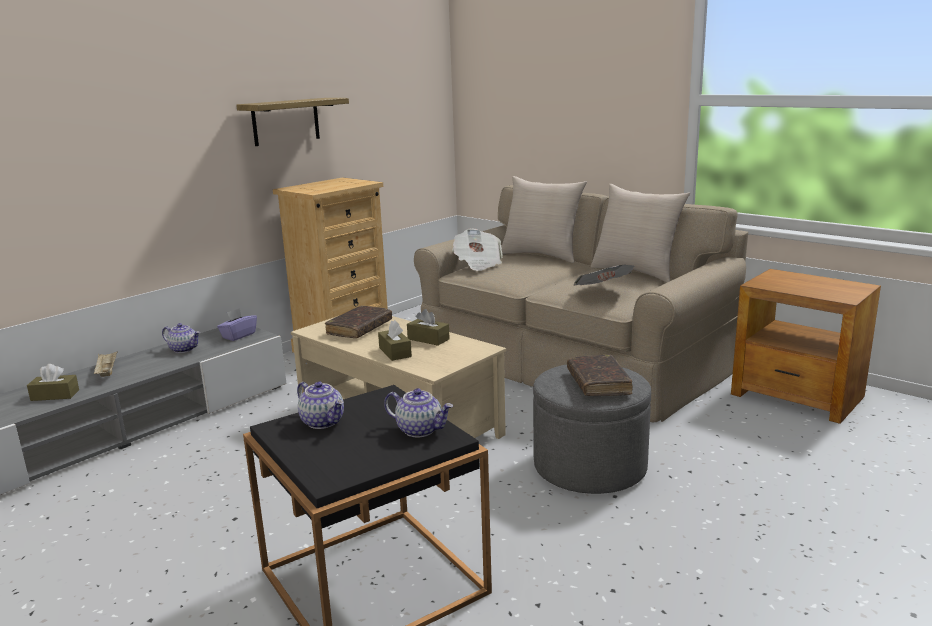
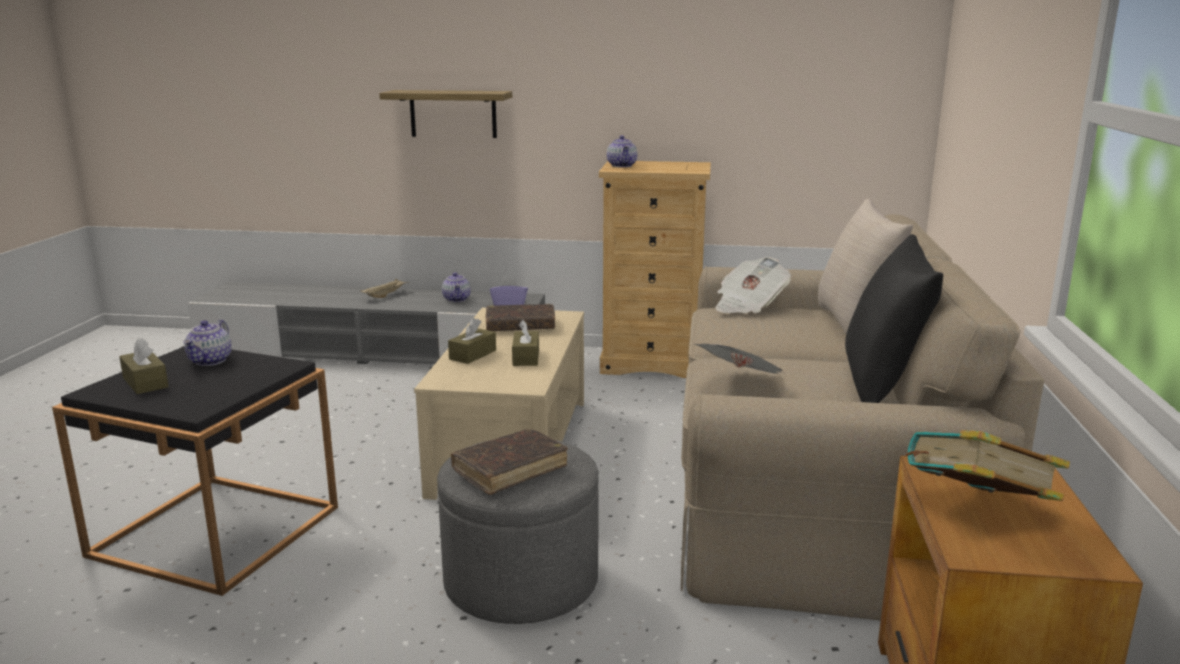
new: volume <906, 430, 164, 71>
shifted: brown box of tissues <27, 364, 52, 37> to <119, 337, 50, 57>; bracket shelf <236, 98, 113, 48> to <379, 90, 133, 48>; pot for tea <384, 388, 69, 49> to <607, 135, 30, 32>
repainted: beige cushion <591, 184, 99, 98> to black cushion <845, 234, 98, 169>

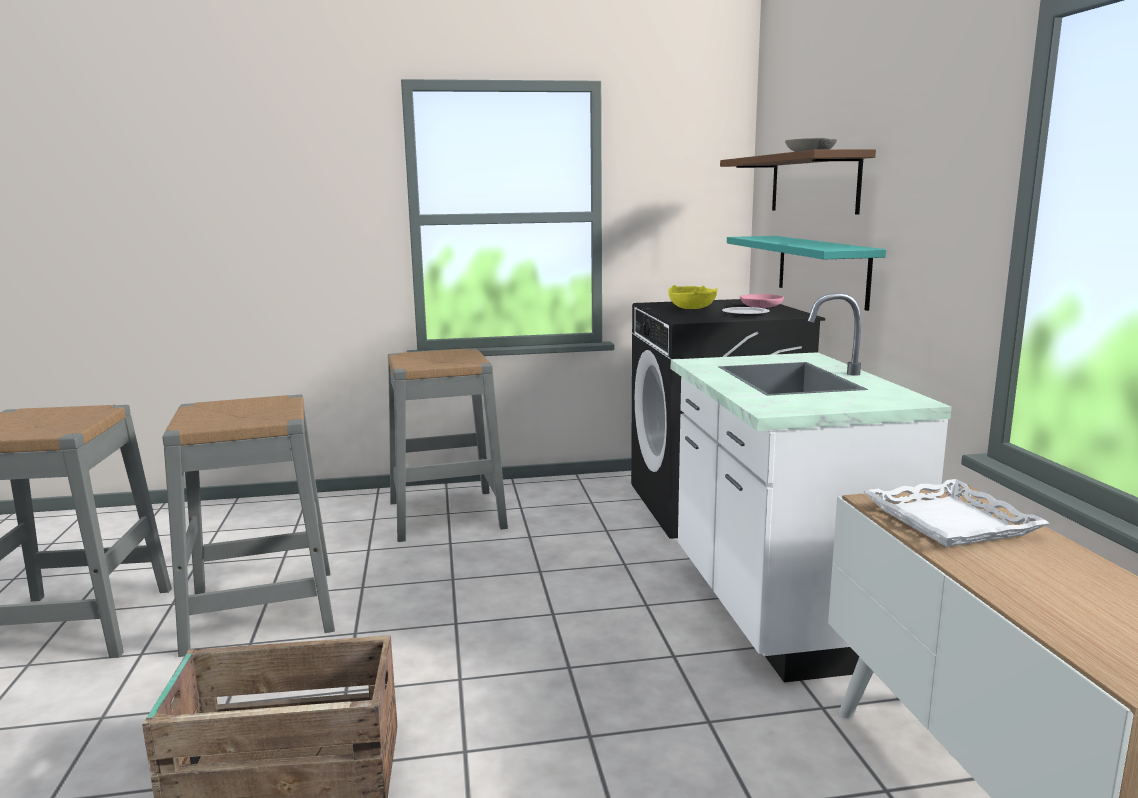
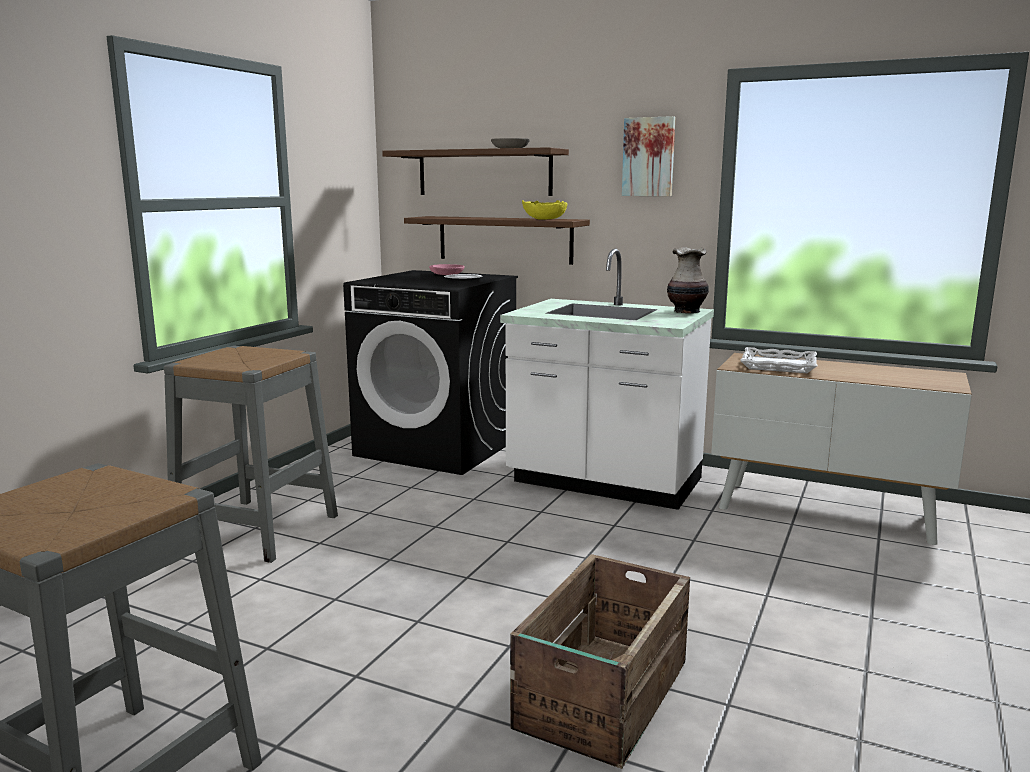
gone: greyish stool <162, 395, 173, 262>
new: wall picture <622, 116, 53, 80>; vase <667, 247, 42, 67>
shifted: yellowish bowl <668, 285, 49, 24> to <522, 200, 45, 20>
repainted: turquoise-coloured bracket shelf <727, 236, 159, 75> to brown bracket shelf <404, 216, 186, 49>

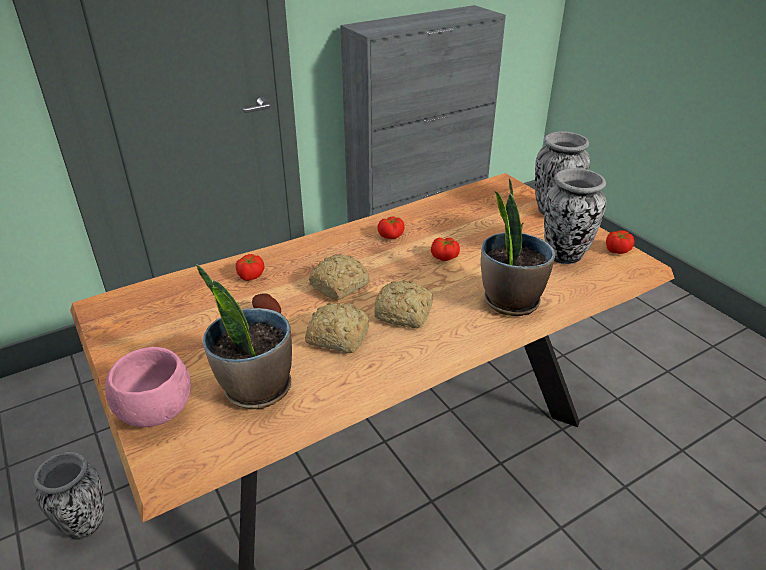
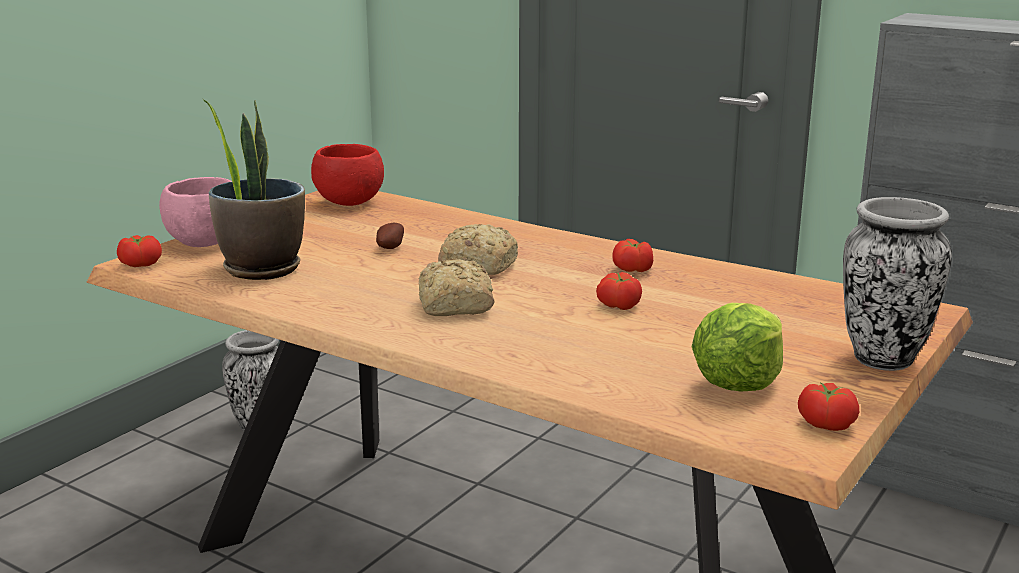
gone: bread <305, 303, 64, 50>; potted plant <481, 178, 74, 138>
new: reddish bowl <311, 144, 73, 62>
shifted: whole tomato <236, 254, 28, 27> to <117, 235, 45, 32>
swapped: vase <544, 168, 63, 96> to head of lettuce <692, 303, 91, 88>

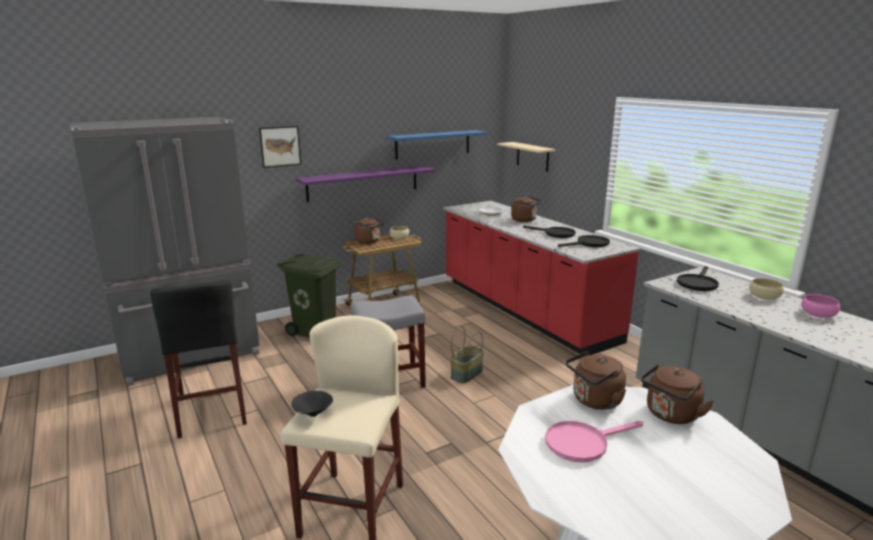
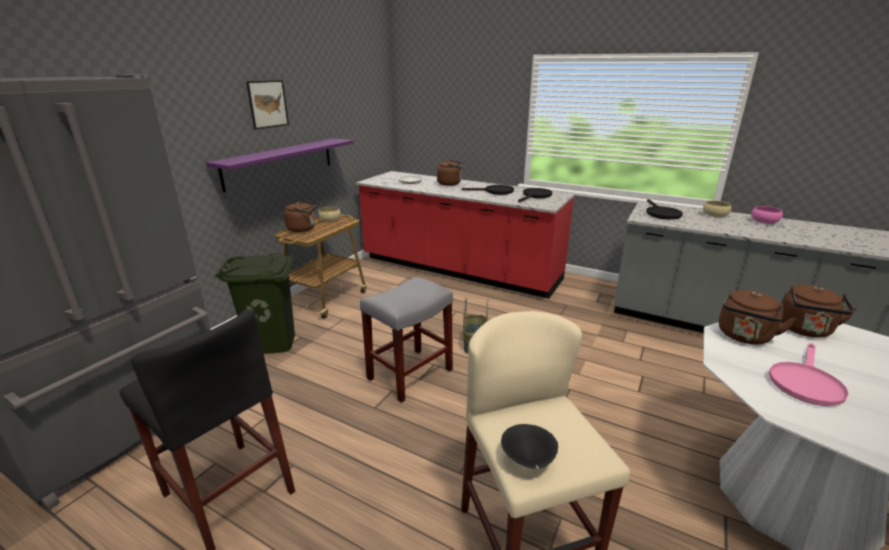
gone: bluish bracket shelf <387, 130, 100, 30>; beige bracket shelf <498, 142, 57, 30>
shifted: wall picture <259, 126, 42, 42> to <246, 80, 43, 50>

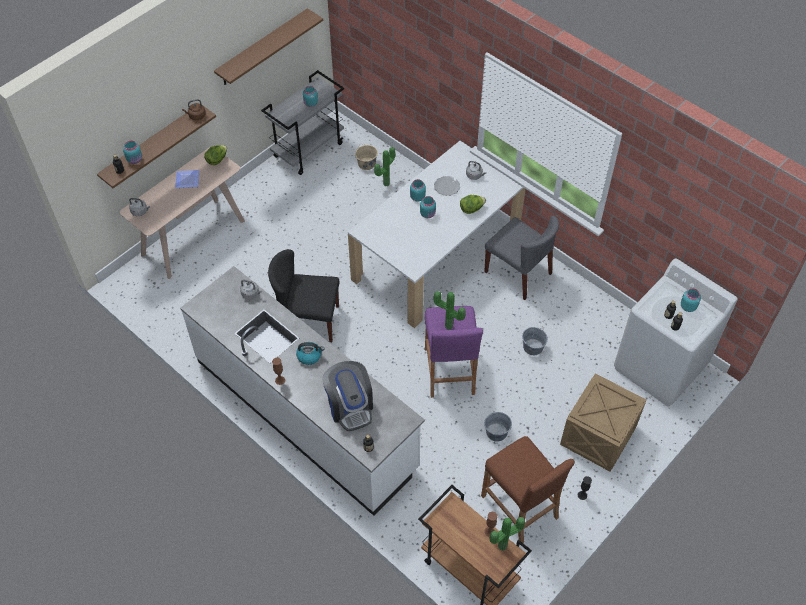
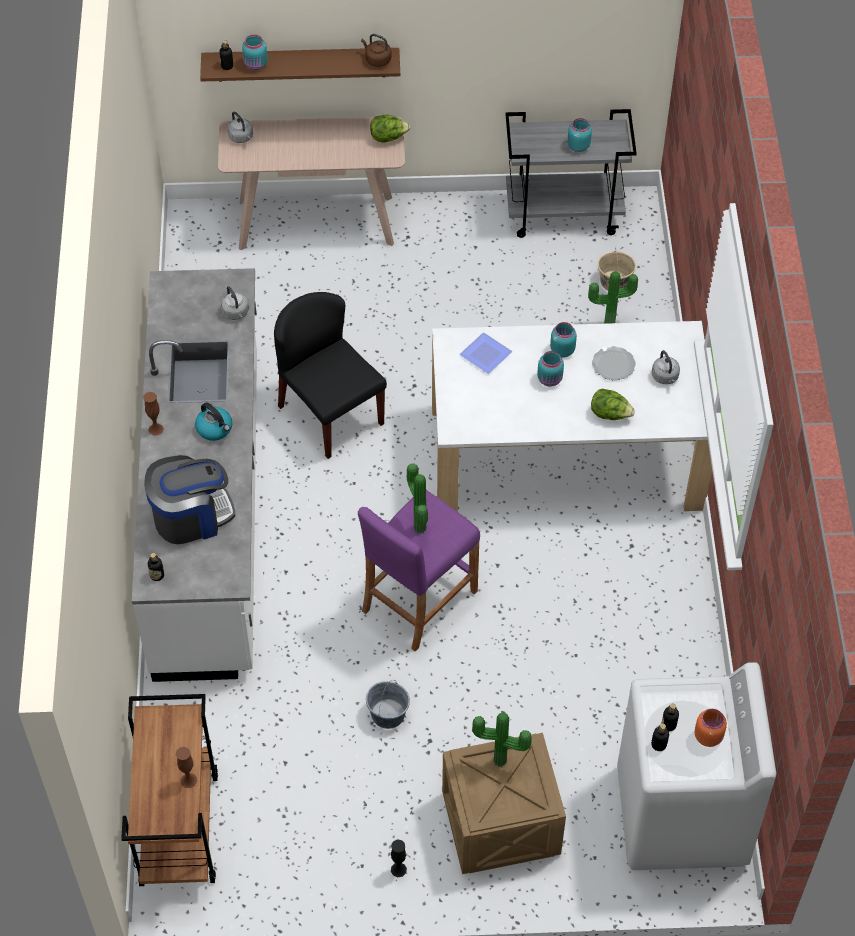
gone: brown bracket shelf <214, 8, 109, 77>; brown stool <481, 436, 94, 107>; greyish plain chair <484, 216, 75, 84>; greyish water bucket <522, 327, 26, 28>
shifted: dinner plate <175, 170, 24, 18> to <459, 332, 53, 42>; potted plant <489, 517, 36, 34> to <472, 712, 60, 55>
repainted: turquoise-coloured jar <681, 288, 20, 24> to orange-coloured jar <695, 709, 32, 38>
rotated: coffee maker <322, 361, 51, 70> = <144, 455, 91, 89> 135 degrees counterclockwise

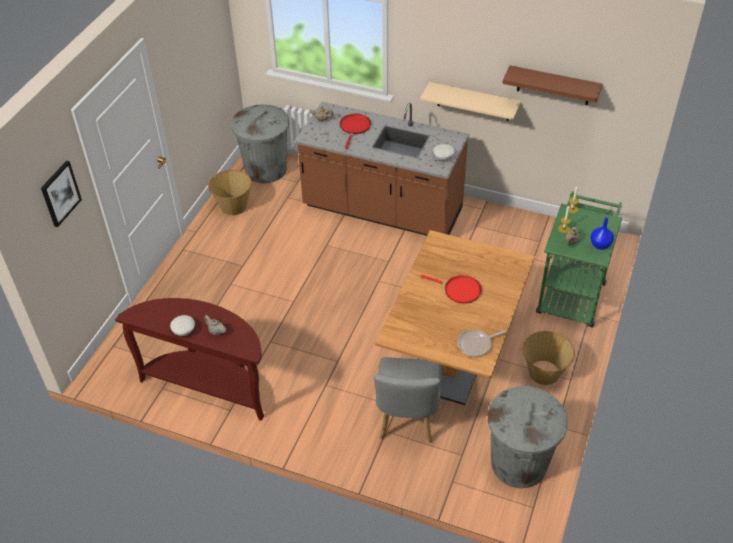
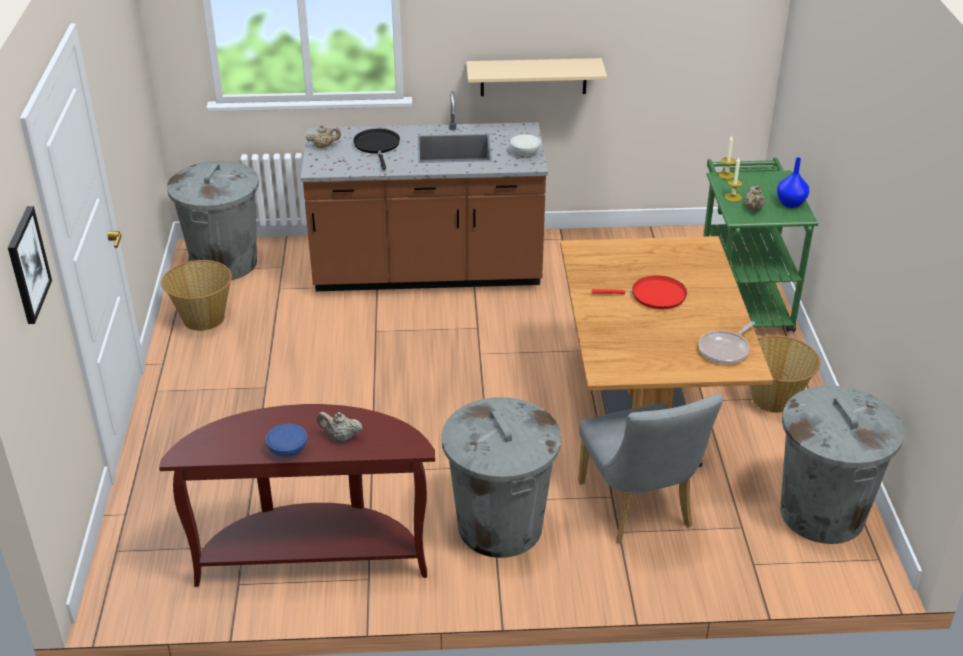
gone: brown bracket shelf <502, 65, 101, 40>
new: greyish waste bin <442, 397, 119, 161>
repainted: white bowl <170, 315, 25, 21> to bluish bowl <266, 424, 41, 33>; reddish skillet <340, 114, 31, 34> to black skillet <353, 128, 47, 42>

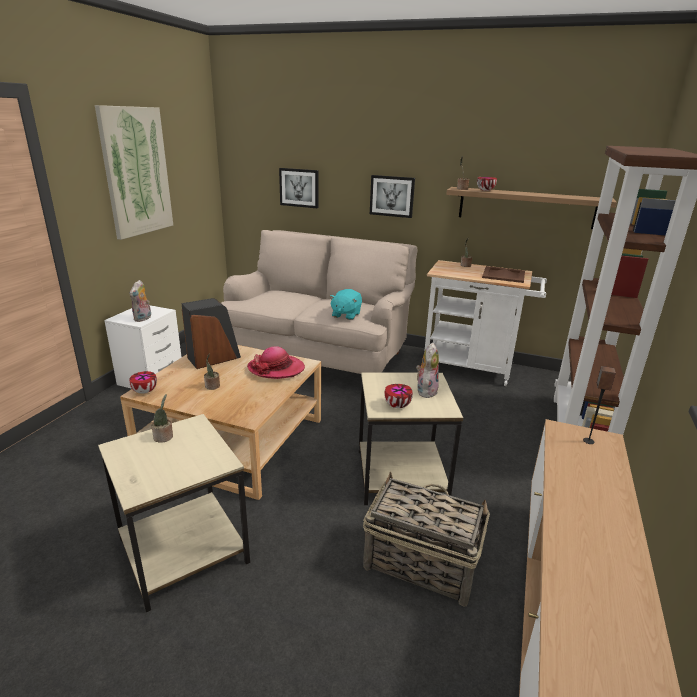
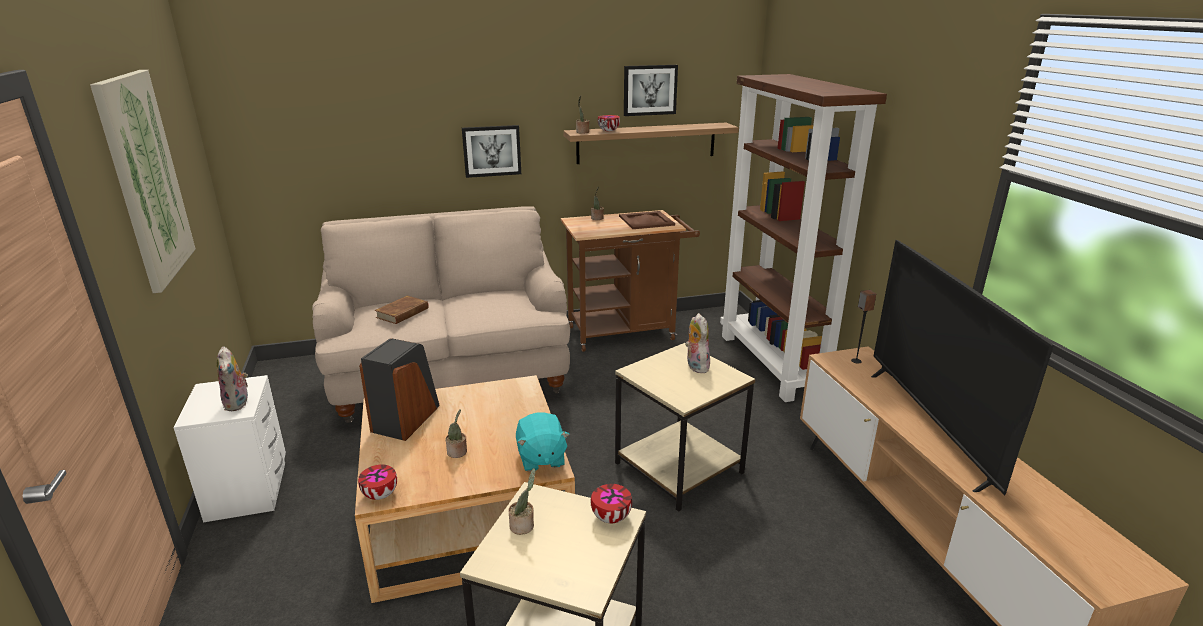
gone: clothing hat <247, 346, 58, 33>; basket <363, 471, 127, 136>
new: brown volume <374, 296, 55, 28>; television <871, 240, 183, 255>
shifted: turquoise-coloured cuddly toy <329, 289, 33, 31> to <516, 412, 54, 60>; bowl <384, 384, 29, 24> to <591, 484, 41, 40>; wall picture <279, 168, 40, 40> to <624, 65, 54, 51>
repainted: white trolley <424, 260, 123, 126> to brown trolley <561, 210, 139, 142>

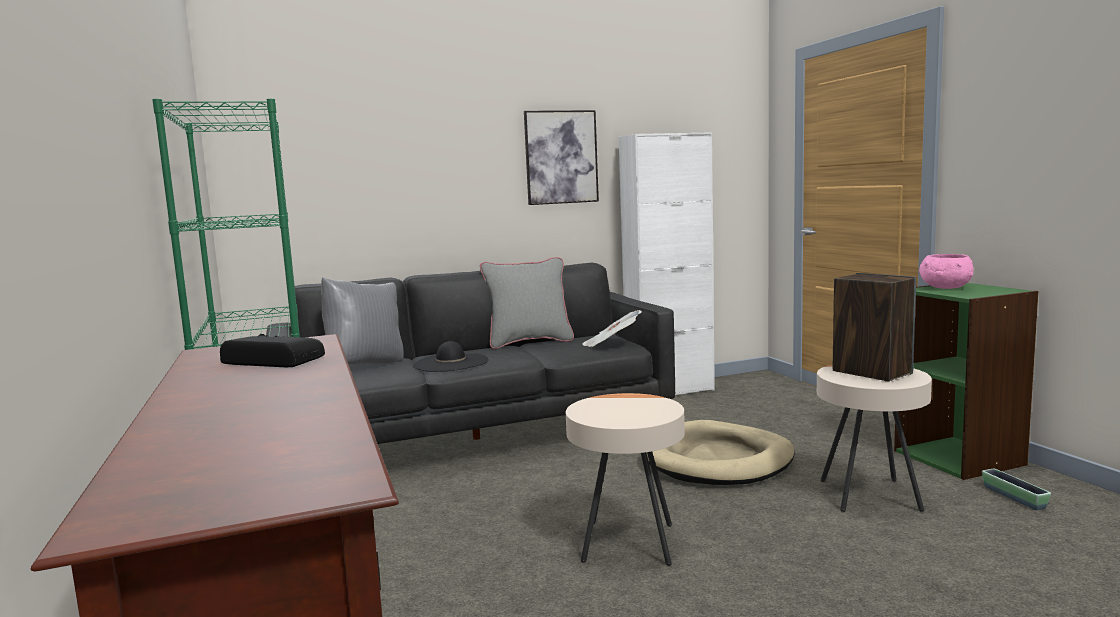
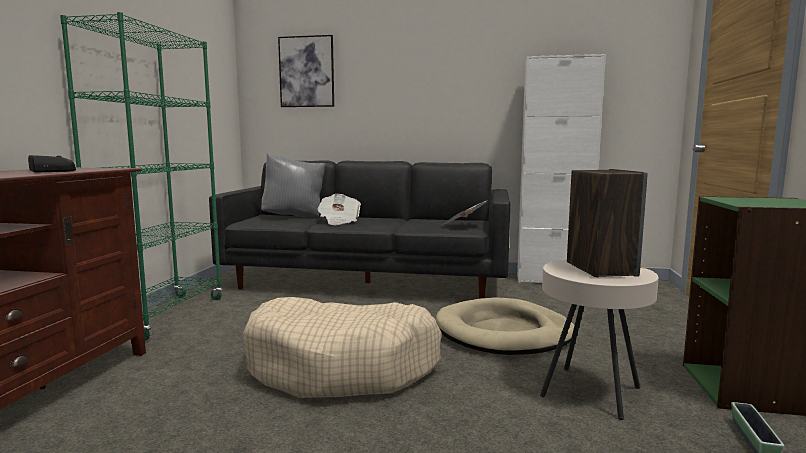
gone: greyish cushion <480, 257, 94, 92>; pinkish bowl <919, 254, 55, 35>
shifted: wall picture <524, 110, 75, 95> to <278, 35, 56, 72>
swapped: beige accent table <566, 393, 119, 173> to beige dog cushion <243, 297, 199, 101>; black clothing hat <413, 341, 76, 31> to daily paper <317, 194, 44, 31>

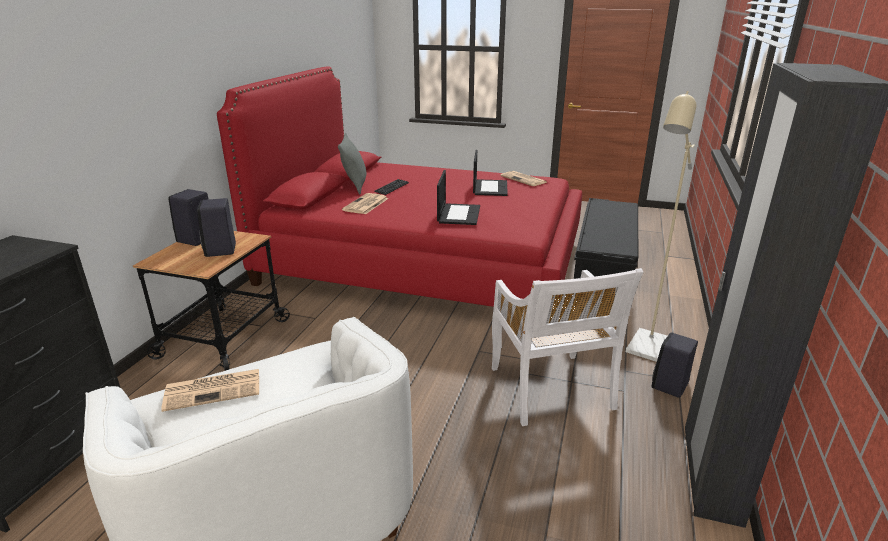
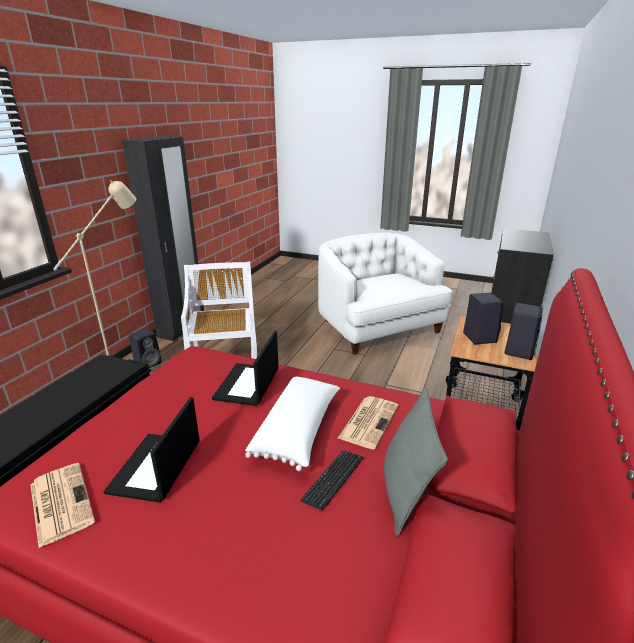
gone: daily paper <161, 369, 98, 43>
new: white cushion <245, 377, 95, 94>

